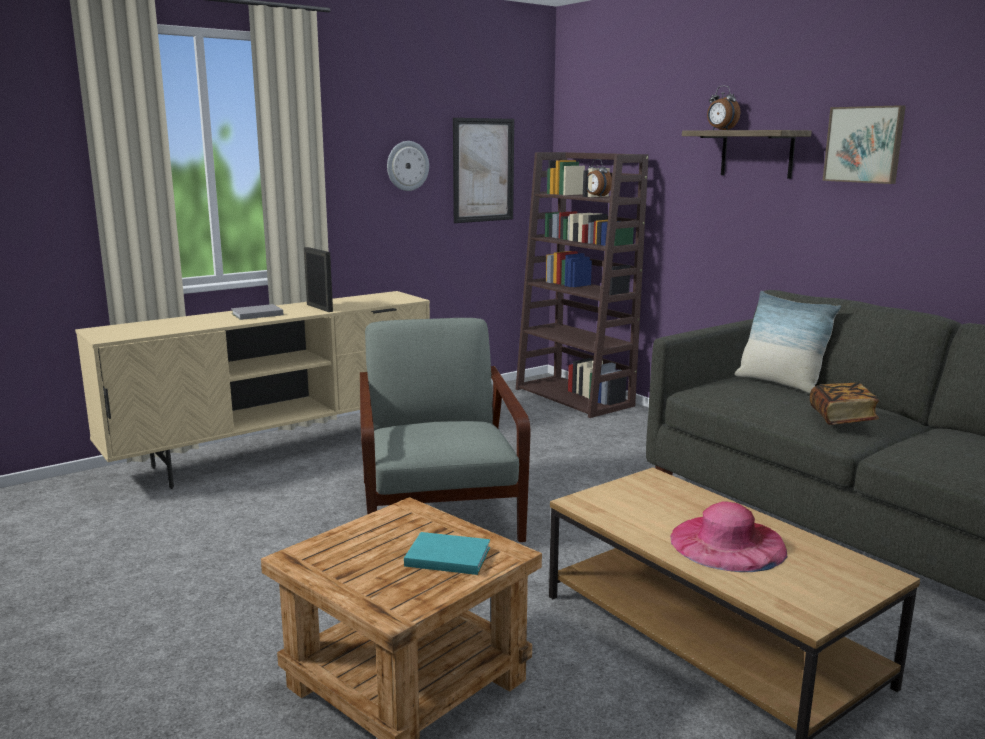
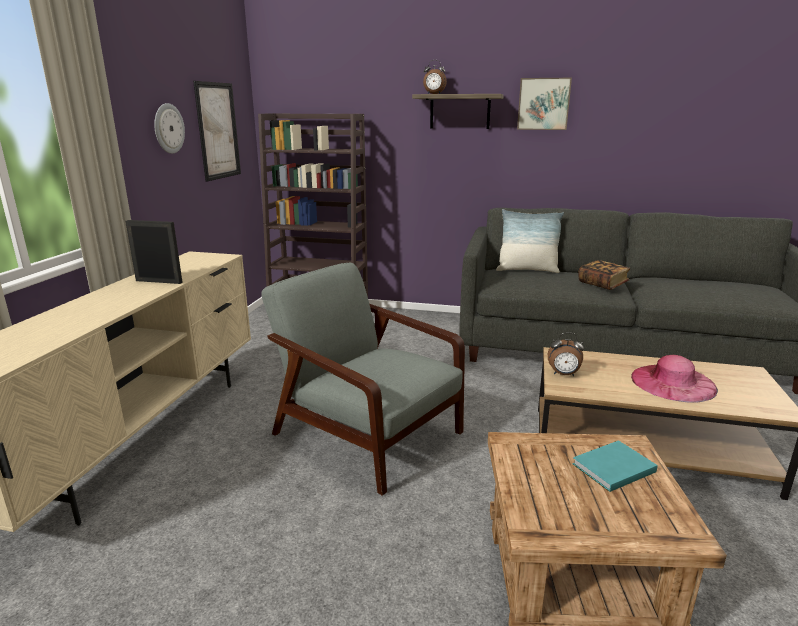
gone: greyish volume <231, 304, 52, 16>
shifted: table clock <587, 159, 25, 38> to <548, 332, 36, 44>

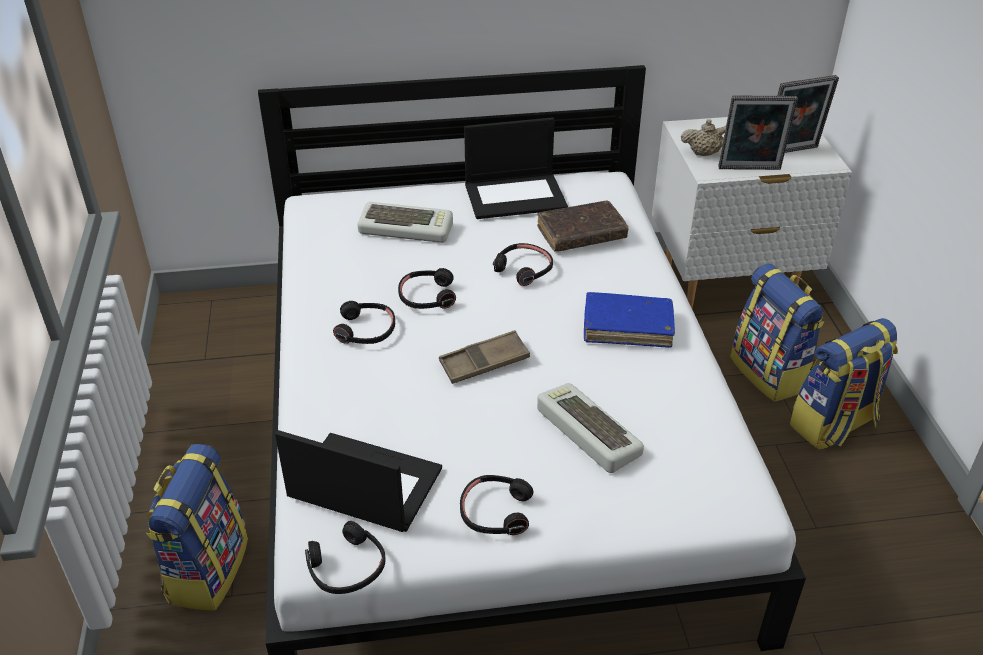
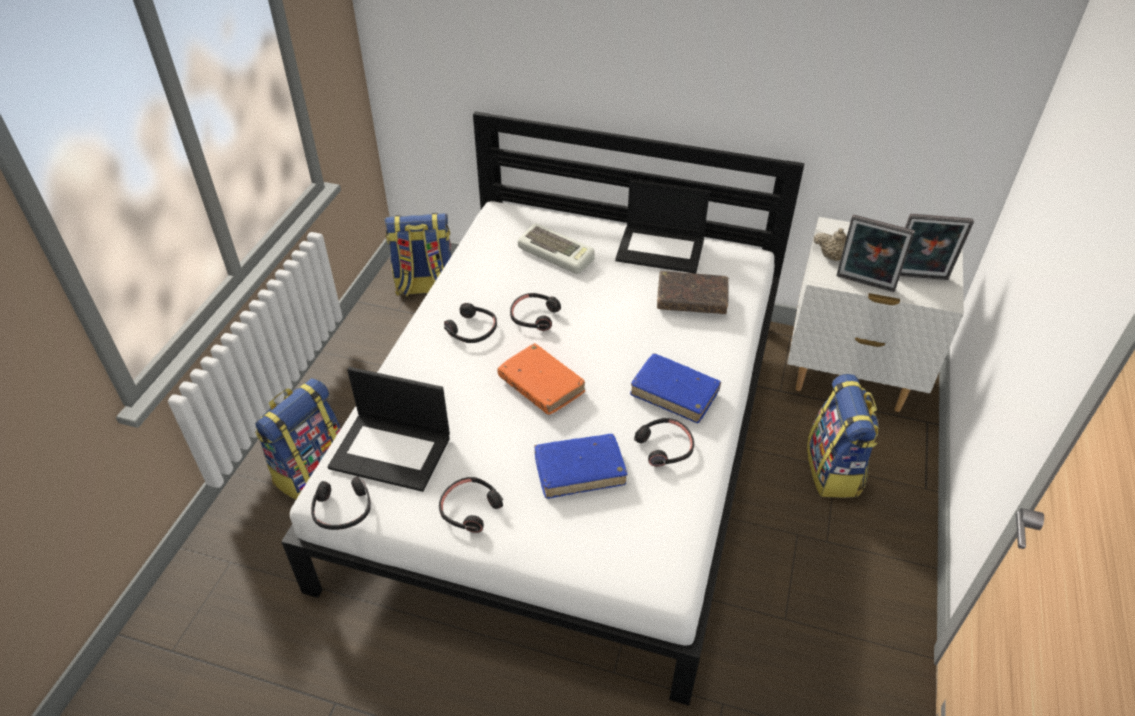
shifted: backpack <790, 318, 108, 132> to <385, 213, 67, 84>; black pair of headphones <493, 243, 60, 43> to <634, 418, 60, 49>
swapped: brown serving tray <439, 330, 91, 54> to orange-coloured volume <497, 343, 88, 72>; computer keyboard <537, 383, 107, 90> to bluish volume <534, 434, 93, 65>
rotated: laptop <275, 430, 167, 102> = <328, 367, 122, 125> 150 degrees clockwise

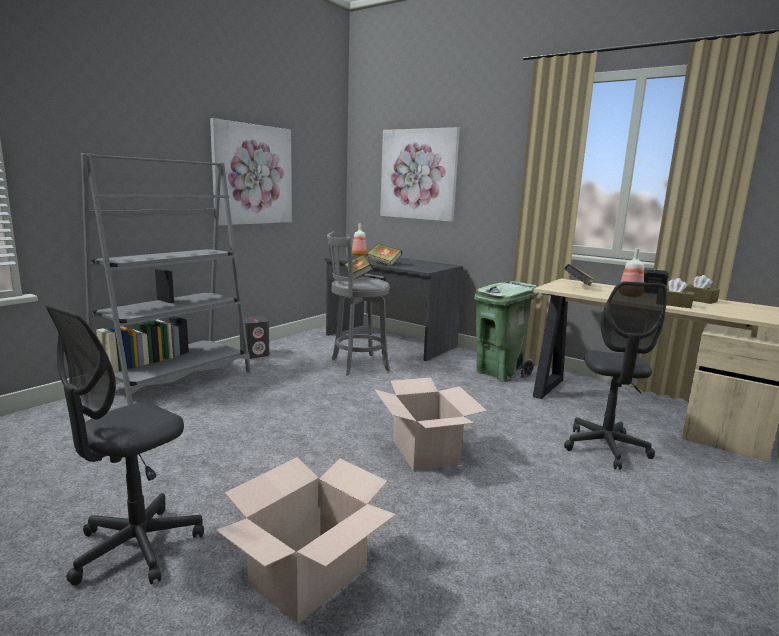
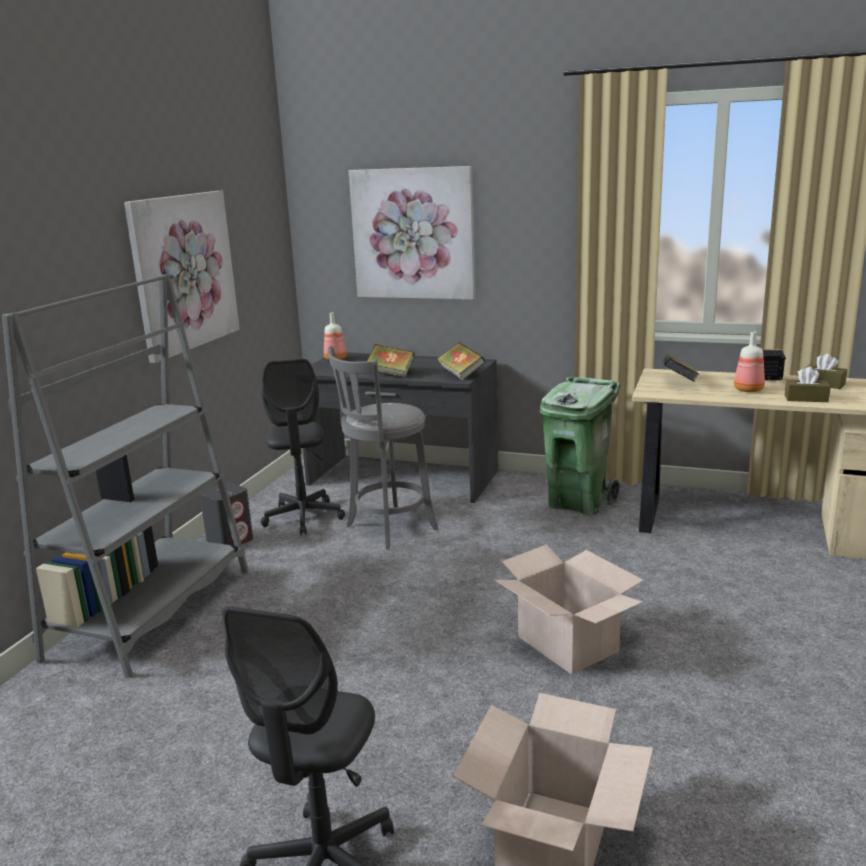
shifted: greyish computer chair <564, 281, 103, 189> to <261, 359, 84, 177>; volume <345, 255, 28, 25> to <437, 342, 48, 38>

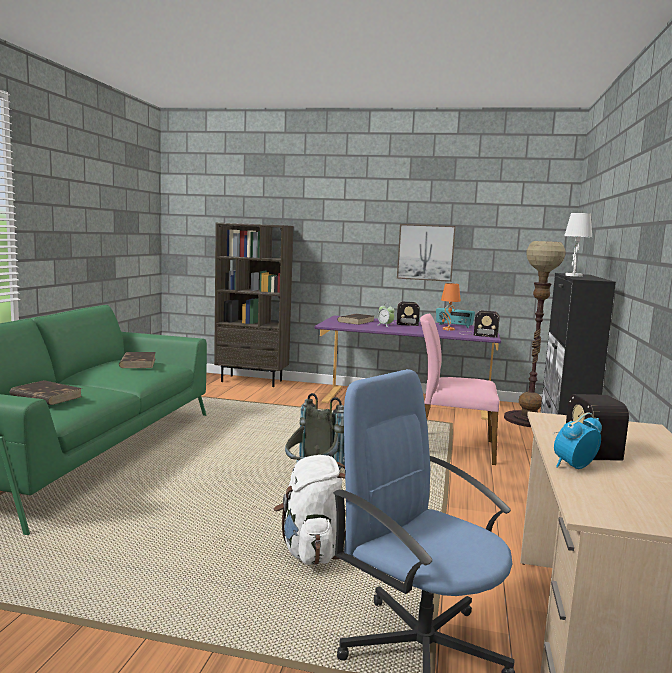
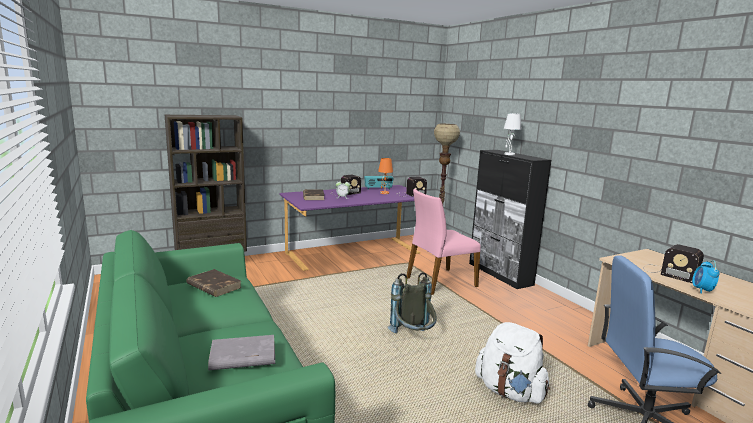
gone: wall picture <397, 224, 59, 58>
repainted: brown volume <9, 380, 73, 25> to greyish volume <208, 335, 67, 35>

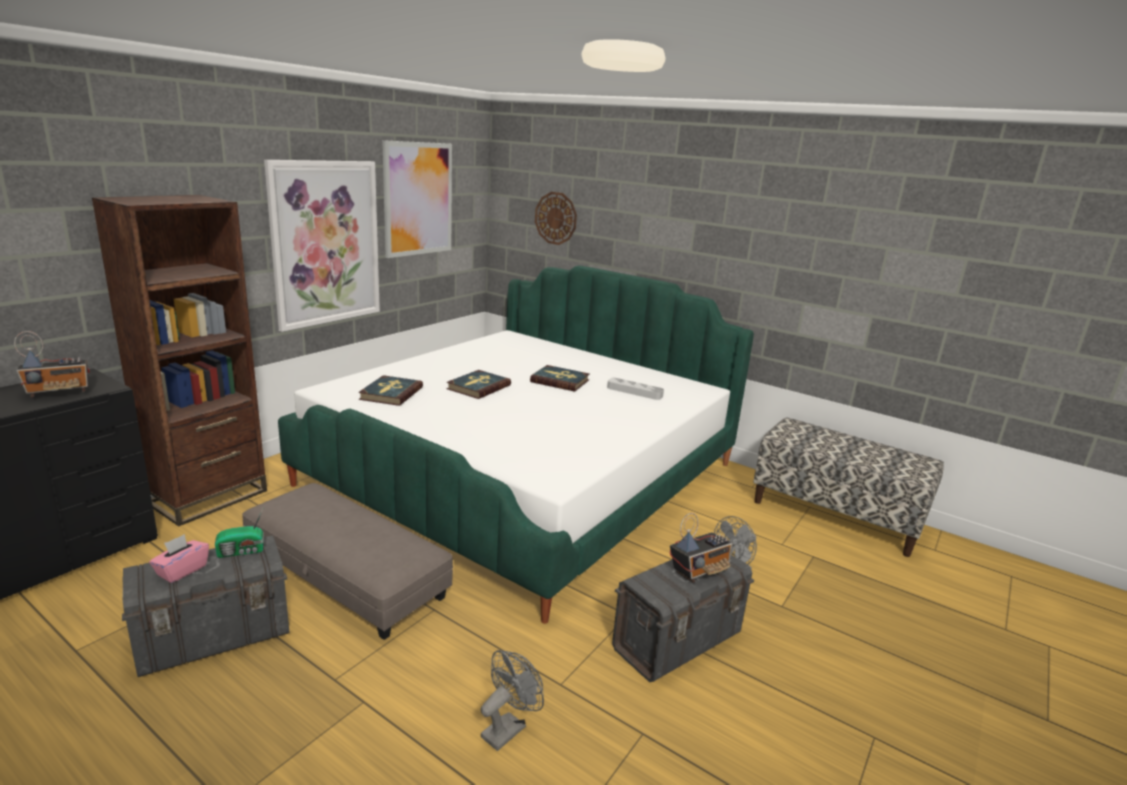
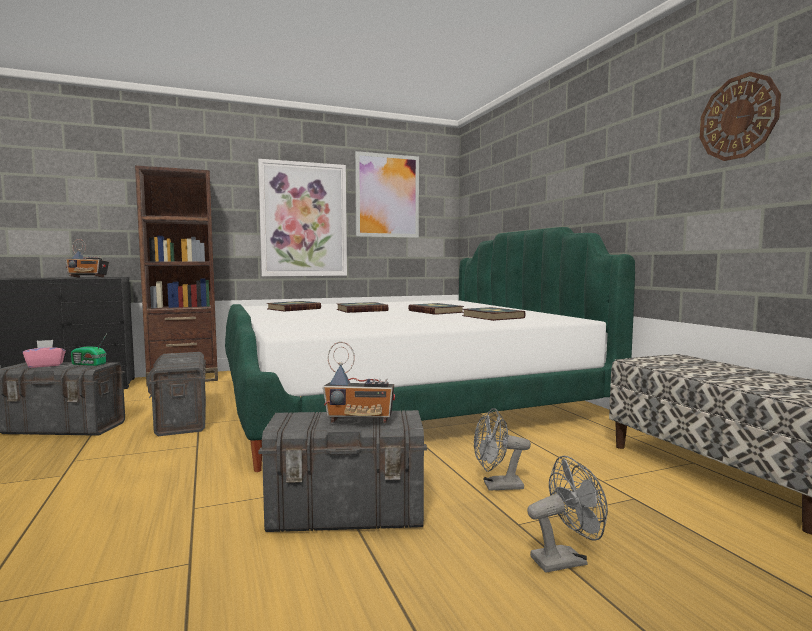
shifted: greyish electric fan <481, 650, 63, 101> to <527, 456, 81, 117>; clock on the wall <535, 192, 42, 53> to <700, 72, 81, 89>
swapped: greyish footrest <242, 483, 211, 157> to greyish storage box <147, 352, 59, 84>; greyish serving tray <607, 378, 57, 22> to volume <462, 307, 64, 14>

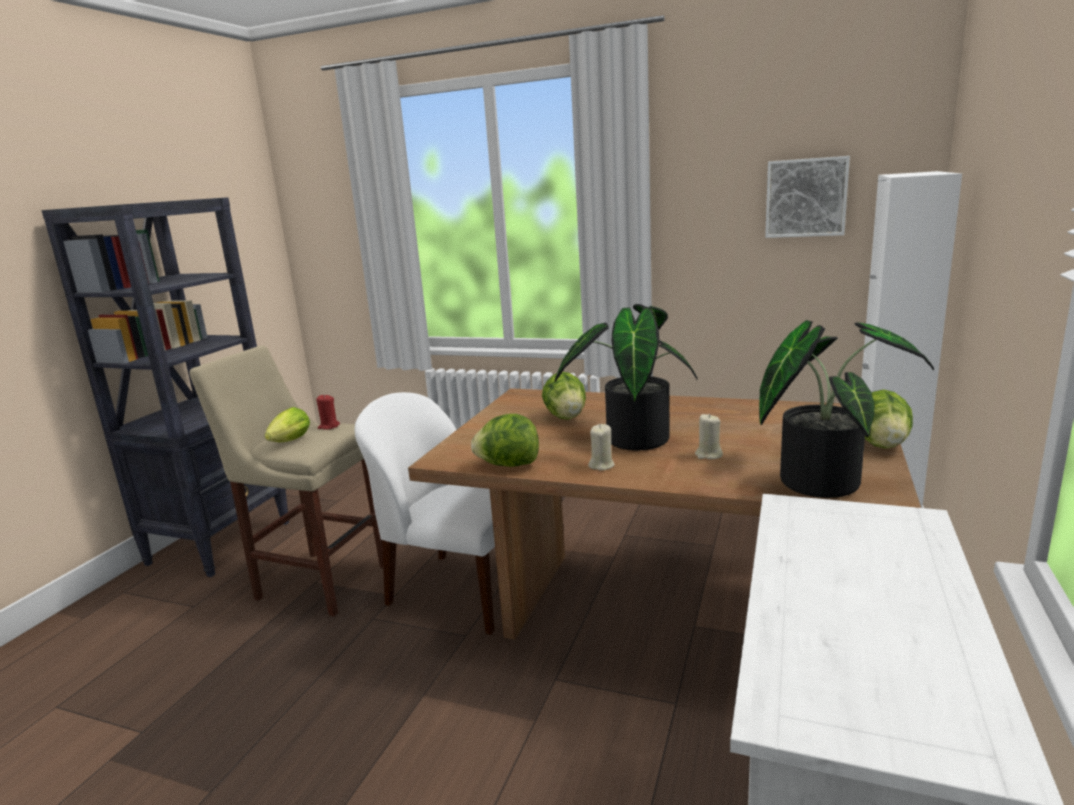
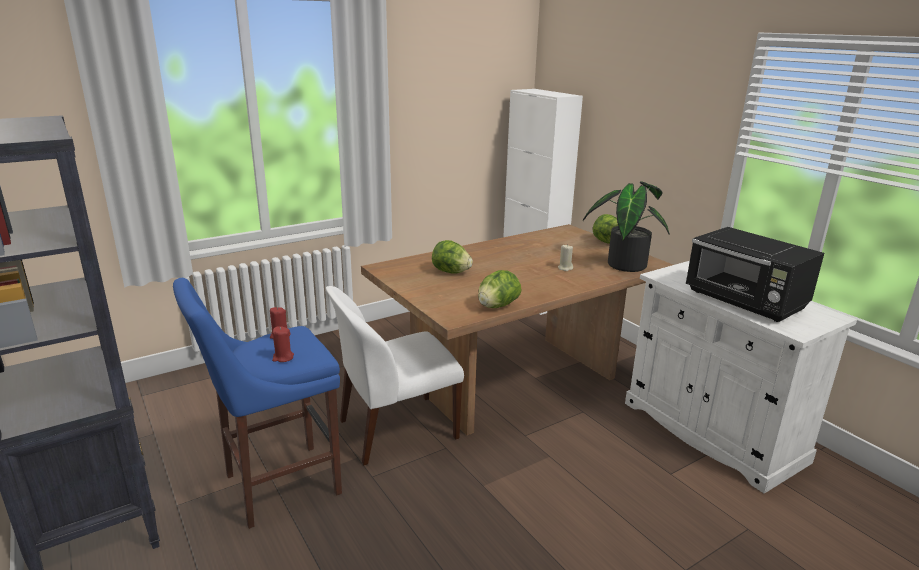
gone: potted plant <555, 304, 143, 146>; beige candle <588, 424, 27, 47>; wall picture <765, 156, 85, 82>
new: black microwave oven <686, 227, 138, 95>
swapped: head of lettuce <265, 407, 45, 35> to reddish candle <272, 326, 22, 36>
repainted: beige stool <190, 346, 193, 270> to bluish stool <173, 278, 169, 251>

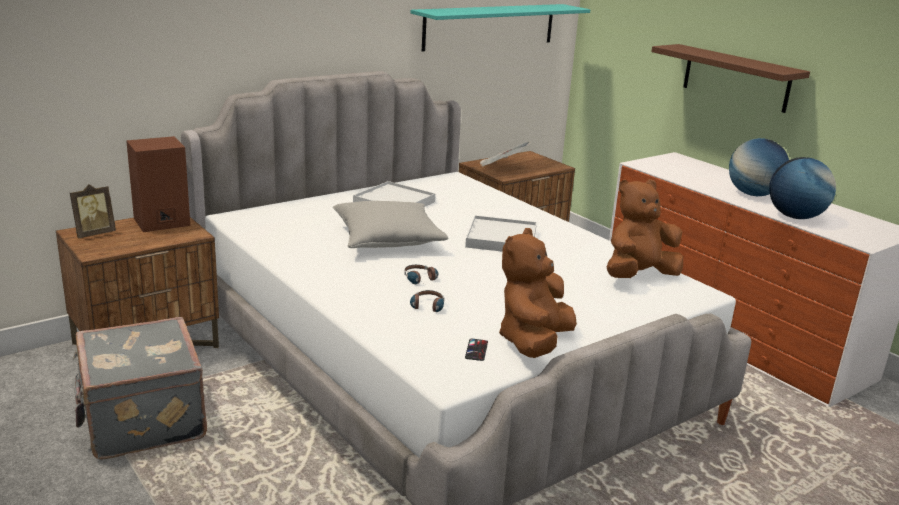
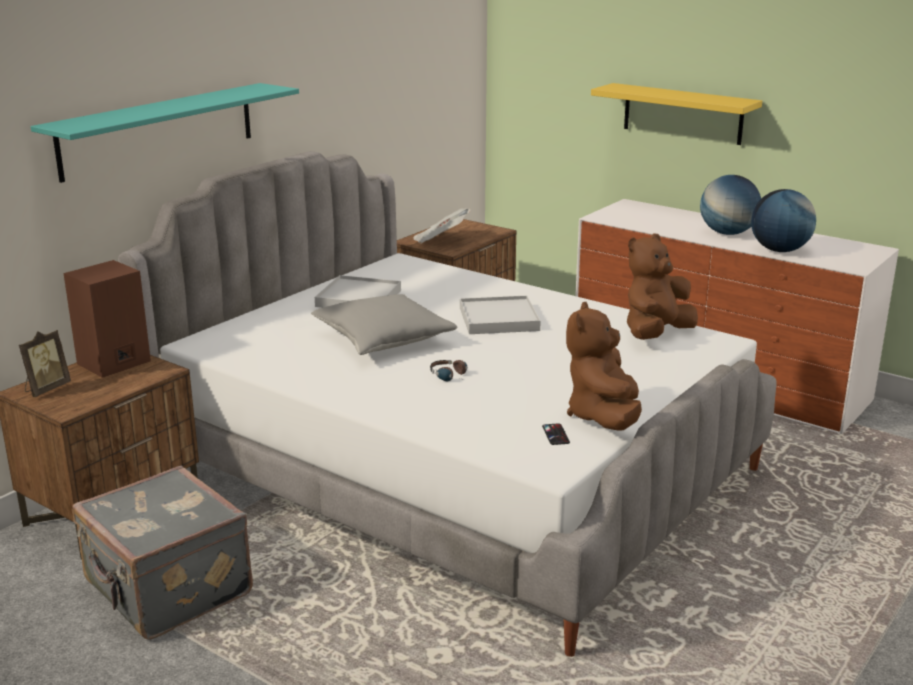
gone: pair of headphones <410, 290, 34, 22>
shifted: turquoise-coloured bracket shelf <411, 4, 179, 48> to <31, 83, 268, 100>
repainted: brown bracket shelf <651, 44, 159, 69> to yellowish bracket shelf <591, 83, 171, 62>

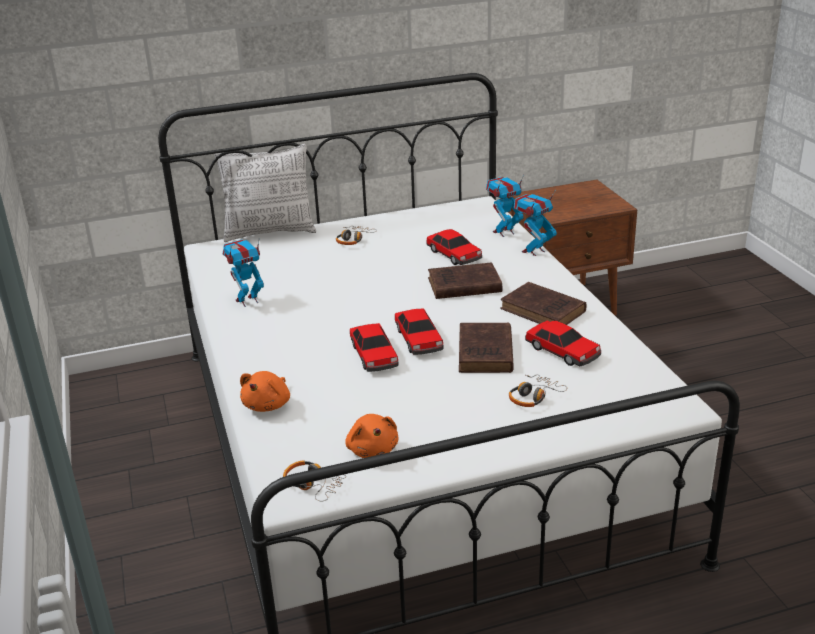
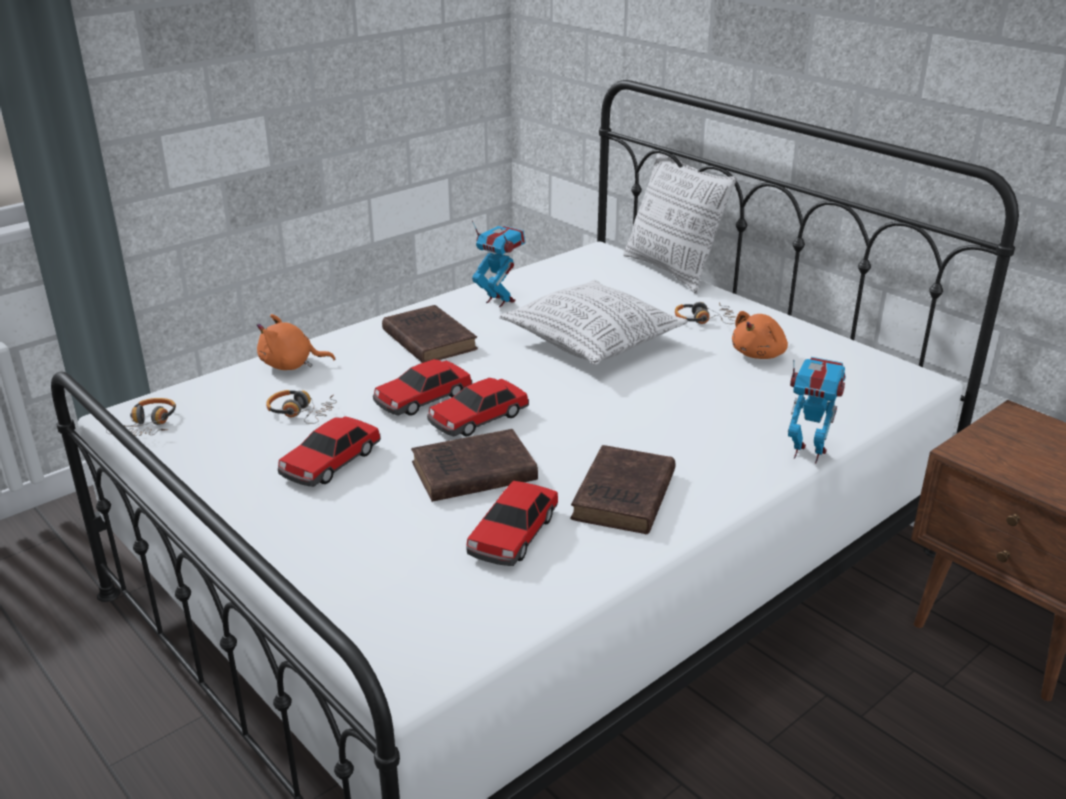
gone: robot figure <486, 175, 38, 62>
new: cushion <499, 280, 189, 85>
shifted: pair of headphones <509, 374, 58, 33> to <266, 390, 71, 34>; miniature car <426, 229, 56, 36> to <278, 416, 103, 71>; brown volume <428, 262, 74, 37> to <382, 305, 96, 58>; orange-coloured cuddly toy <345, 414, 53, 44> to <732, 311, 56, 48>

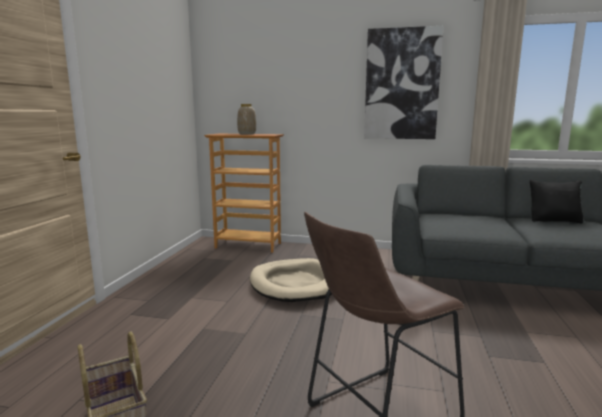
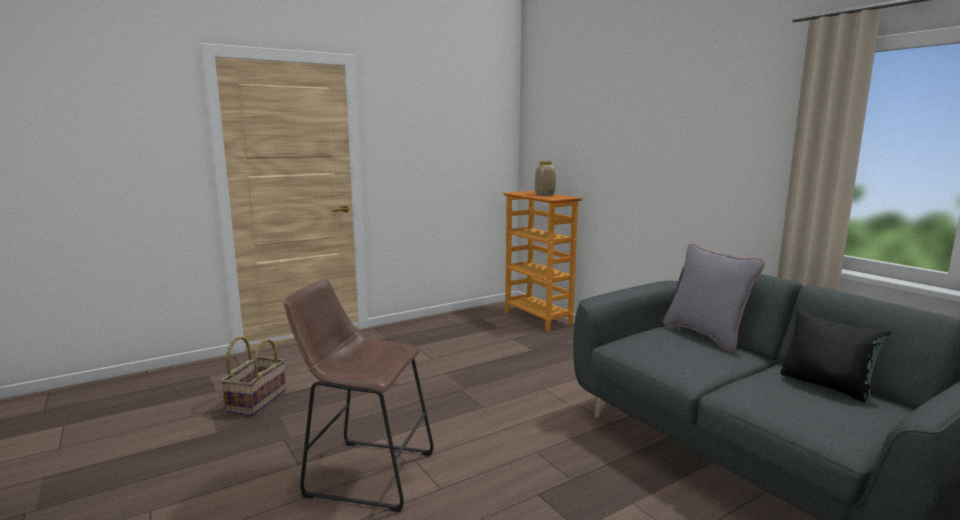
gone: beige dog cushion <250, 258, 82, 44>; wall picture <364, 26, 80, 113>
new: greyish cushion <663, 244, 102, 107>

